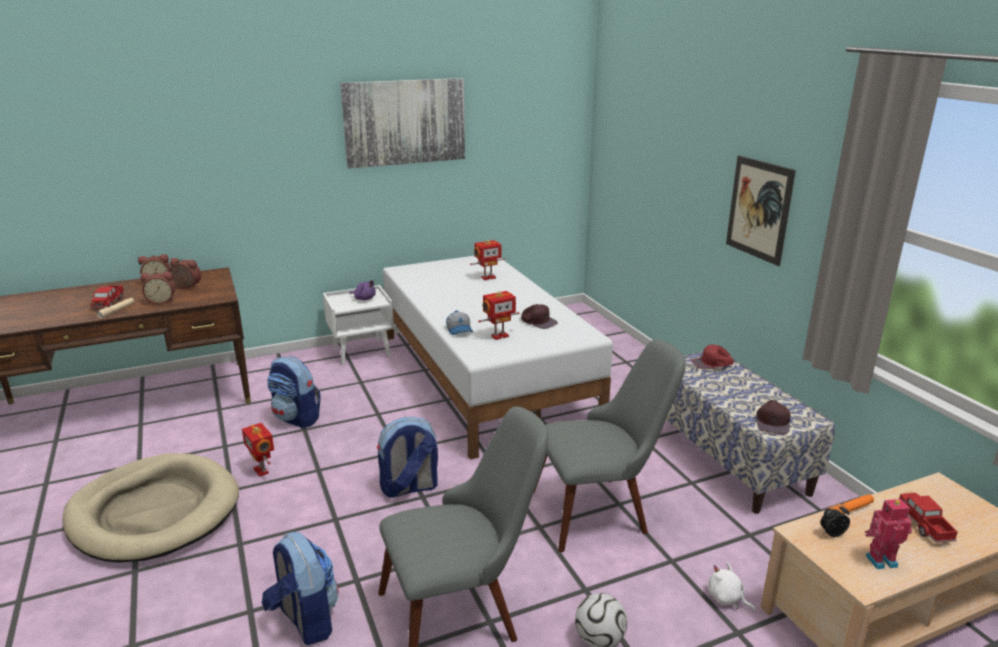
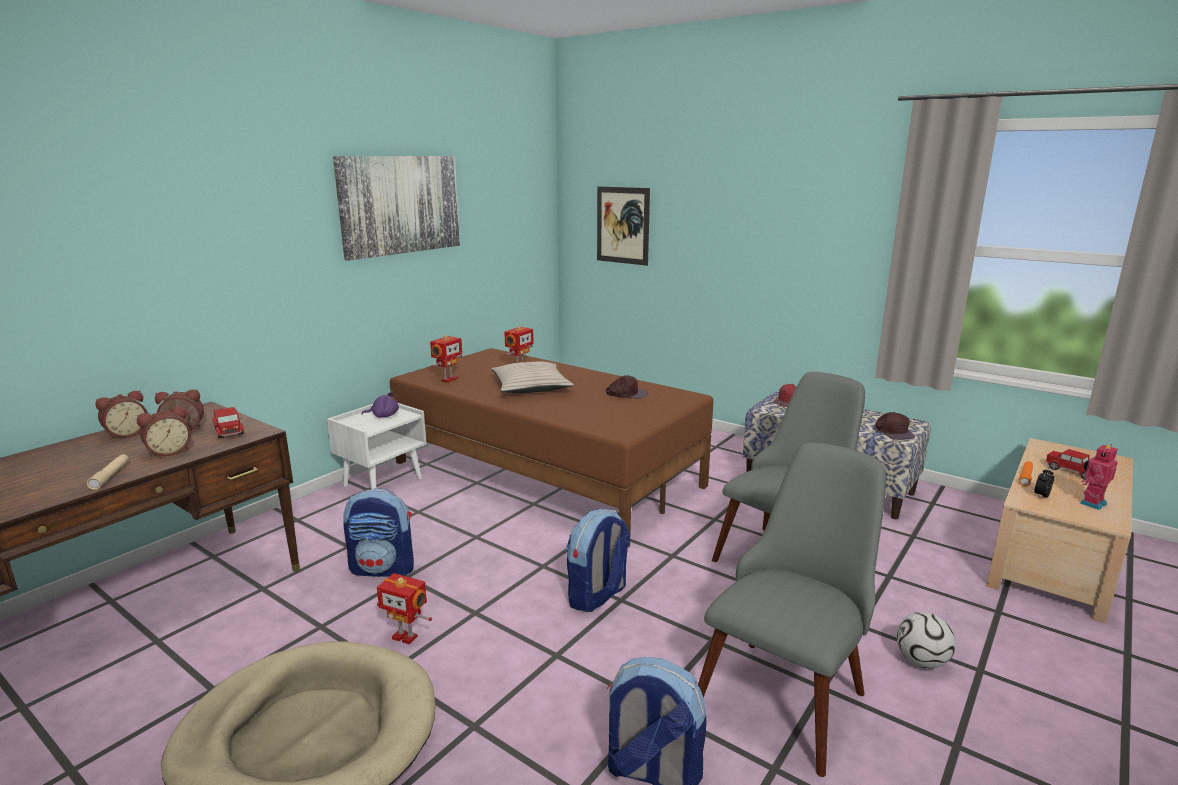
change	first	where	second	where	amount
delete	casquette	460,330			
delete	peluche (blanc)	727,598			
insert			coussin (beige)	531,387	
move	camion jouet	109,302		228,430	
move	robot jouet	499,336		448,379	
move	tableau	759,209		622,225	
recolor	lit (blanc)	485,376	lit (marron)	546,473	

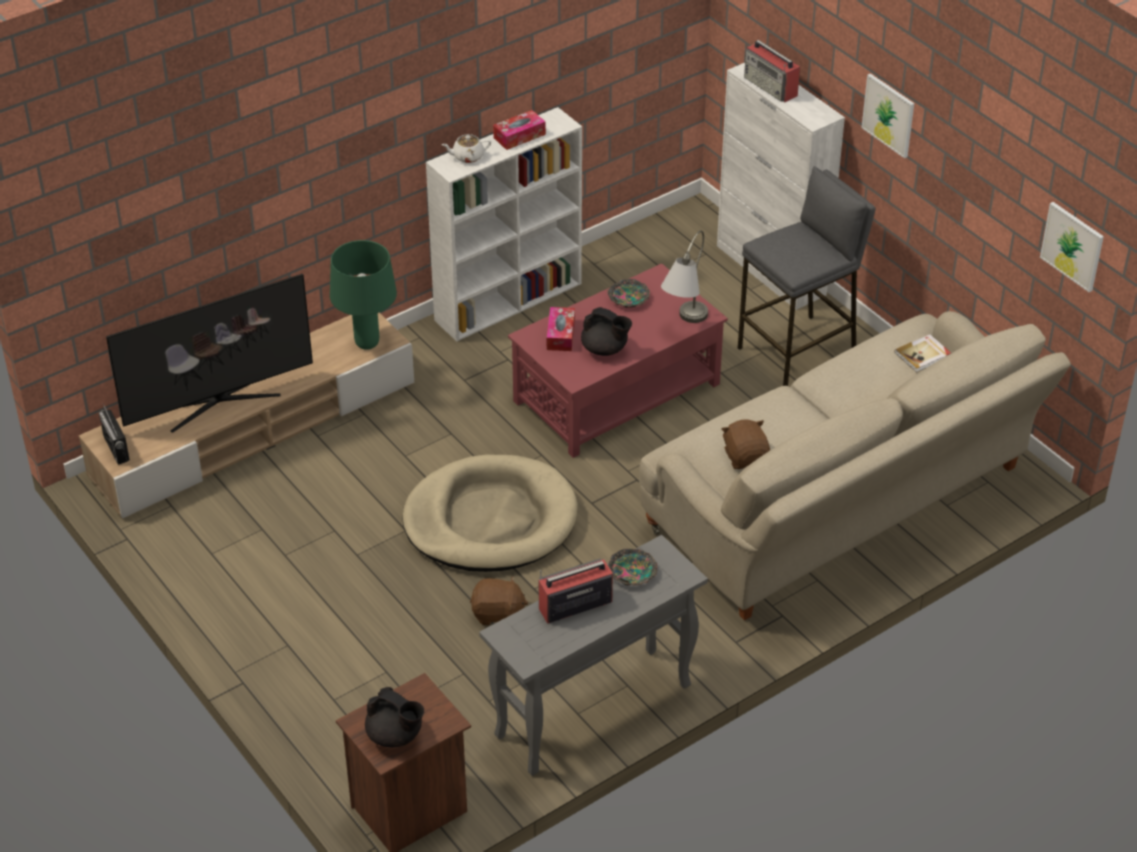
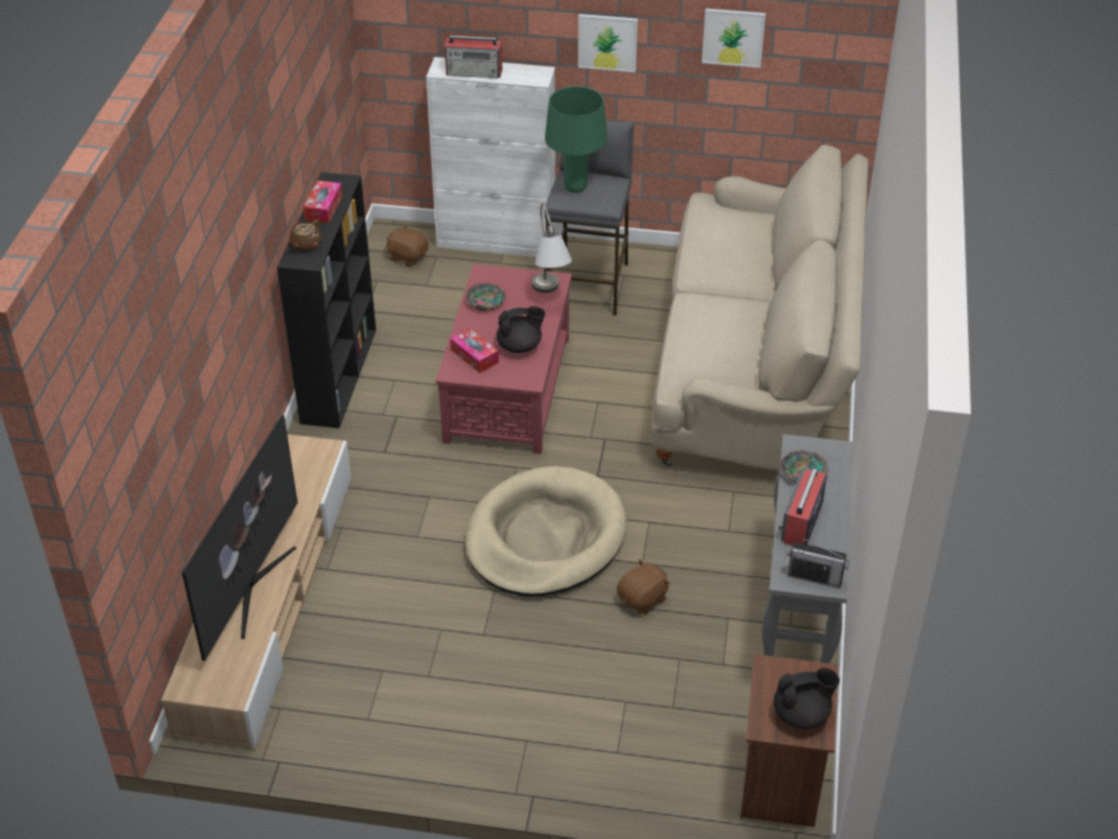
change	first	where	second	where	amount
delete	livre	923,355			
move	radio	116,448		815,577	
move	lampe de table (vert)	366,343		575,188	
move	peluche (marron)	746,457		407,257	
move	tableau	1072,246		733,37	
recolor	bibliothèque (blanc)	509,301	bibliothèque (noir)	339,374	
recolor	théière (blanc)	467,156	théière (marron)	305,245	

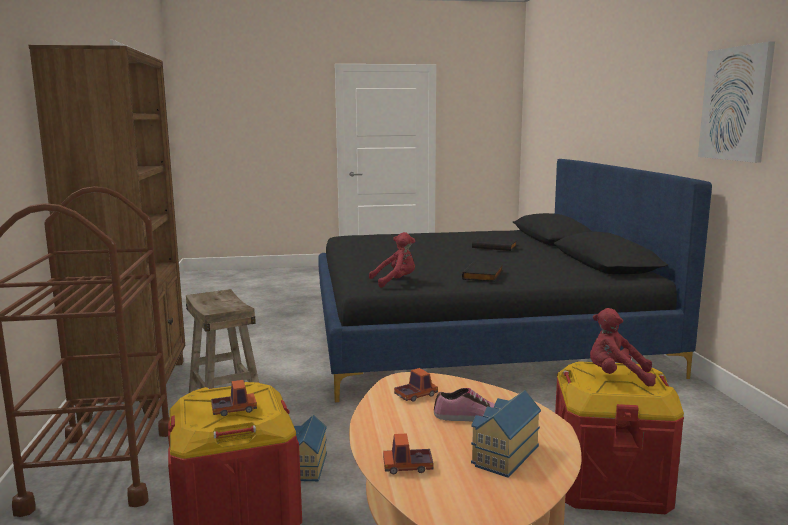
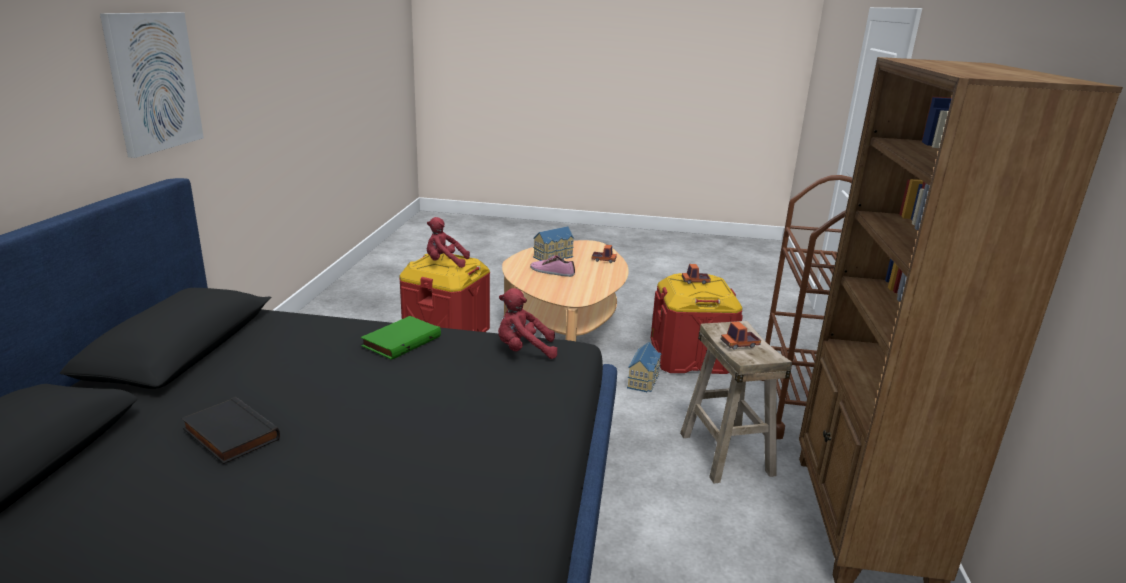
change	first	where	second	where	amount
move	camion jouet	416,395		739,344	
recolor	livre (noir)	484,275	livre (vert)	400,340	
rotate	peluche (rouge)	617,377		445,263	150 degrees clockwise

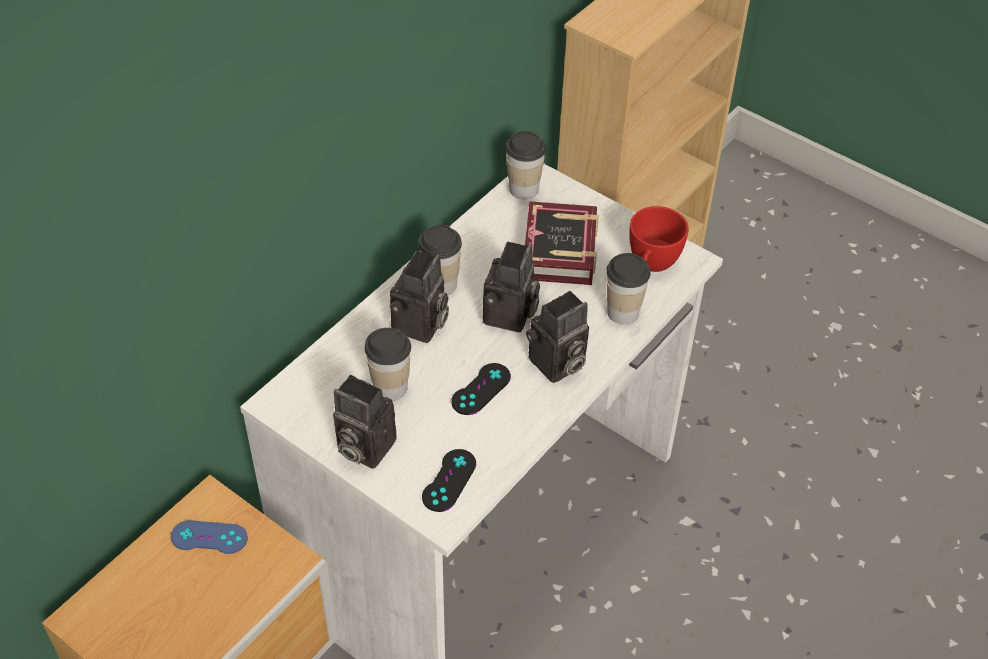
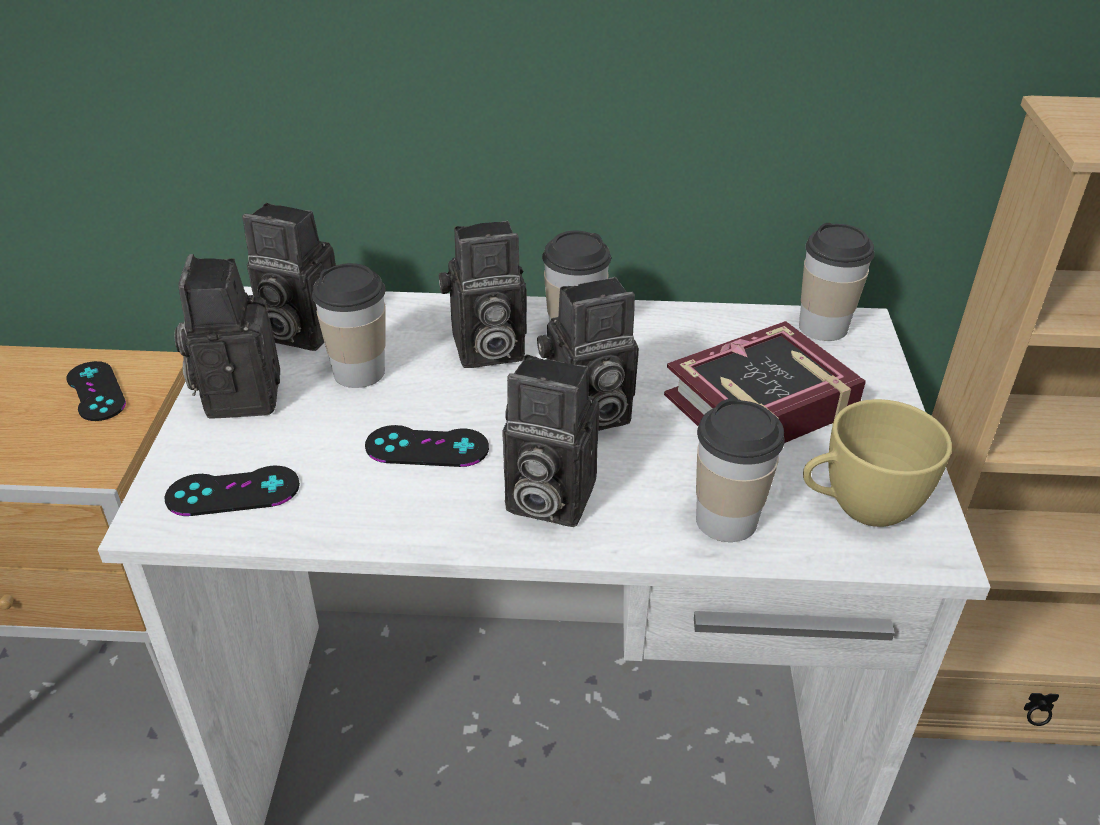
change	first	where	second	where	amount
insert			appareil photo	296,331	
recolor	manette (bleu)	209,537	manette (noir)	96,391	
recolor	tasse (rouge)	651,265	tasse (jaune)	858,507	

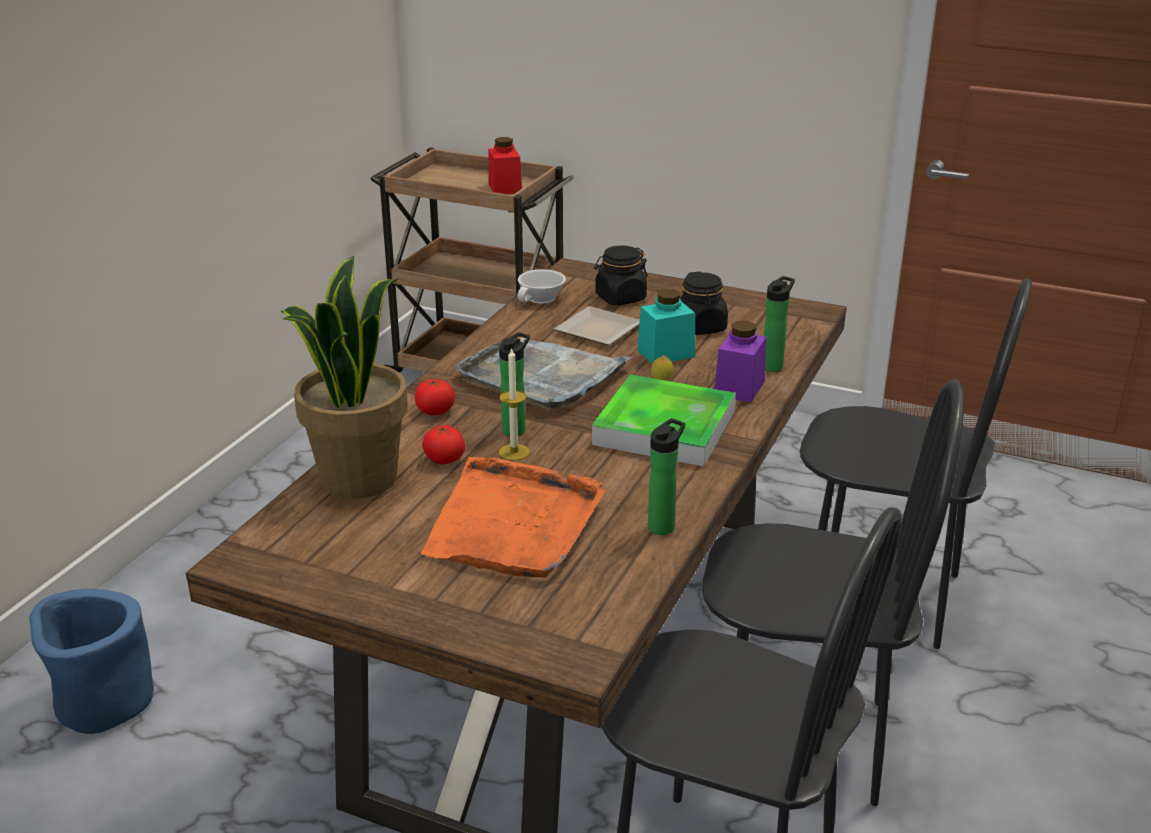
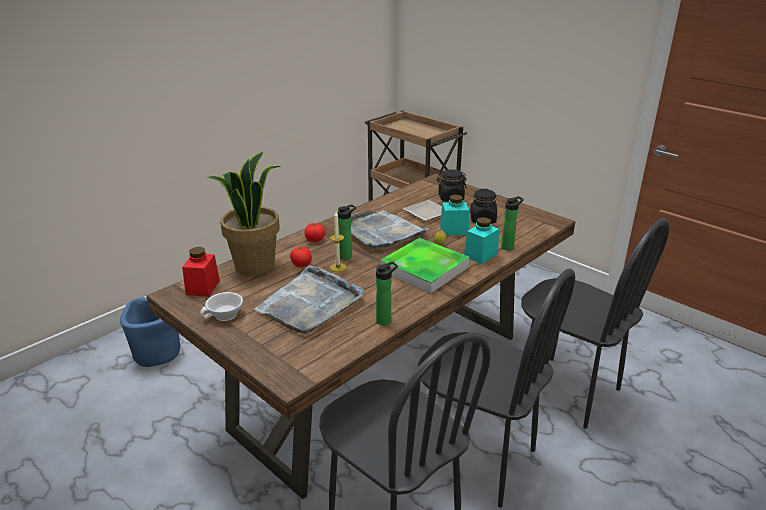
change	first	where	second	where	amount
move	bocal (rouge)	505,188		203,287	
move	tasse (blanc)	542,298		225,316	
recolor	plateau (orange)	513,524	plateau (gris)	310,303	
recolor	bocal (violet)	739,388	bocal (turquoise)	480,255	

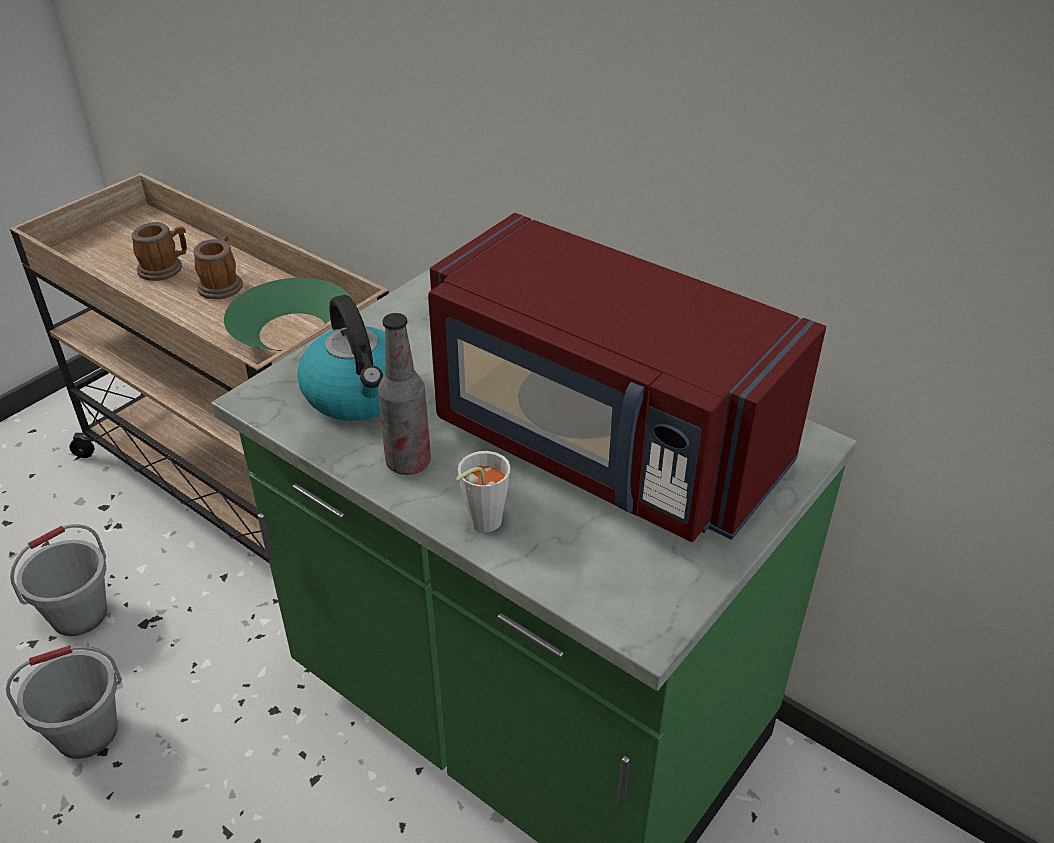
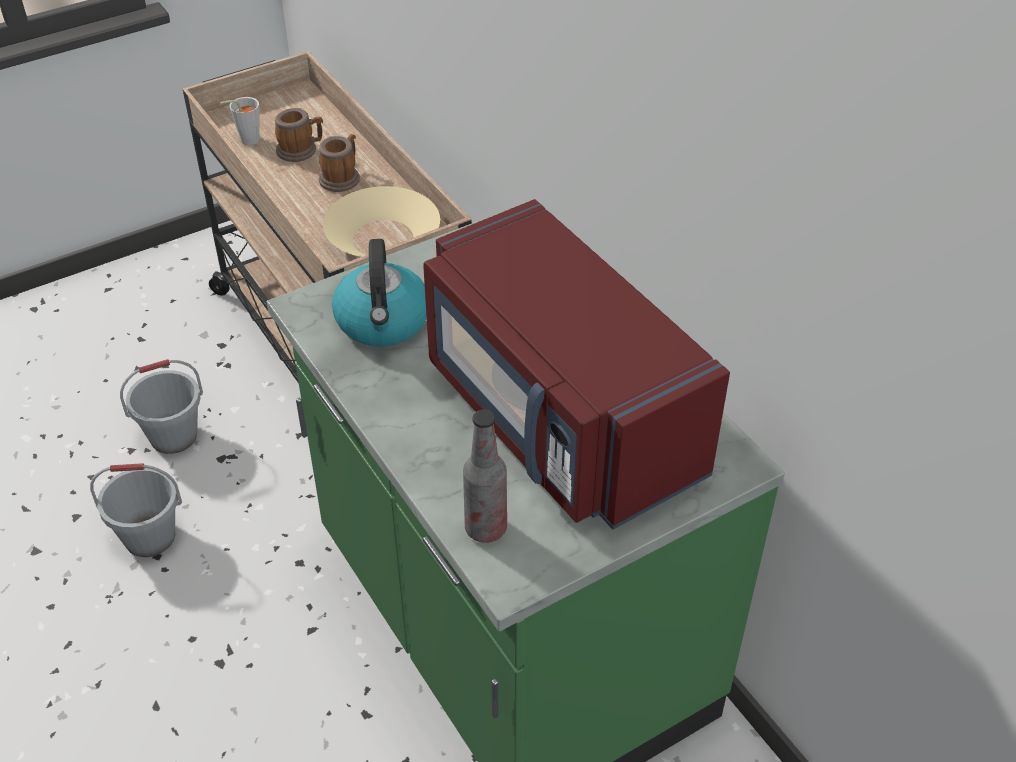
change	first	where	second	where	amount
move	bouteille	408,463		486,528	
move	tasse (gris)	480,524		245,140	
recolor	bol (vert)	293,331	bol (beige)	383,238	

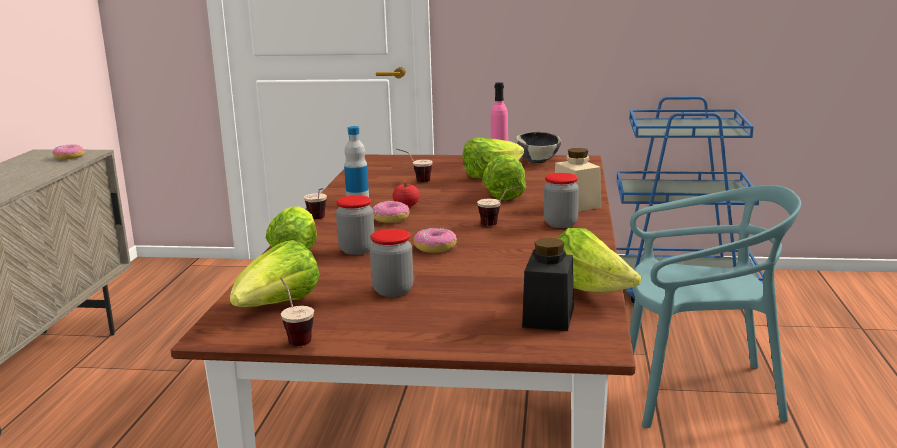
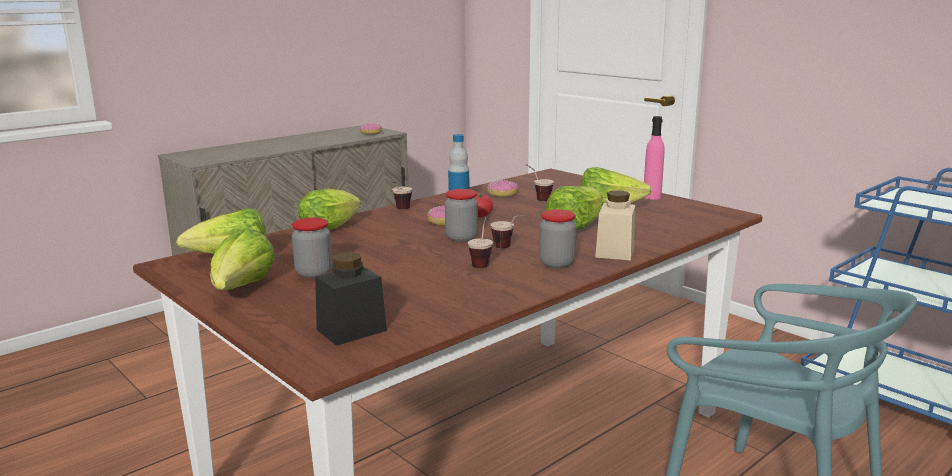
change	first	where	second	where	amount
delete	bol	538,161			
move	tasse	295,337		482,262	
move	bocal	357,250		461,238	
move	beignet	435,248		503,194	
move	laitue	590,292		242,289	

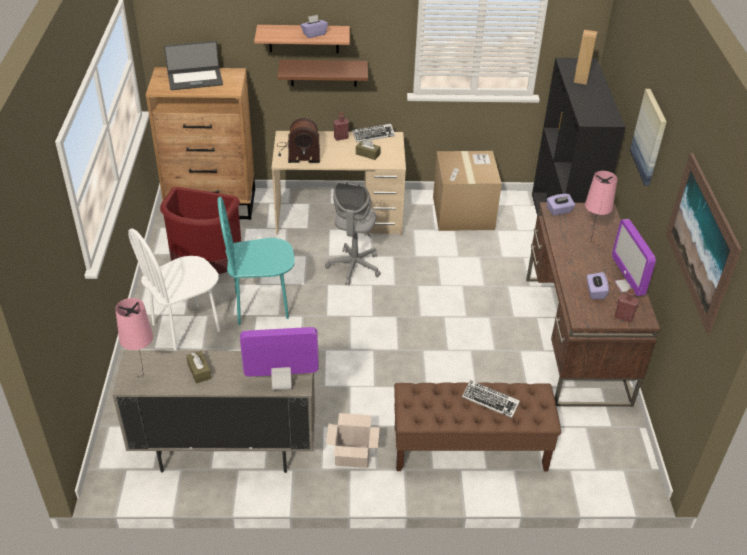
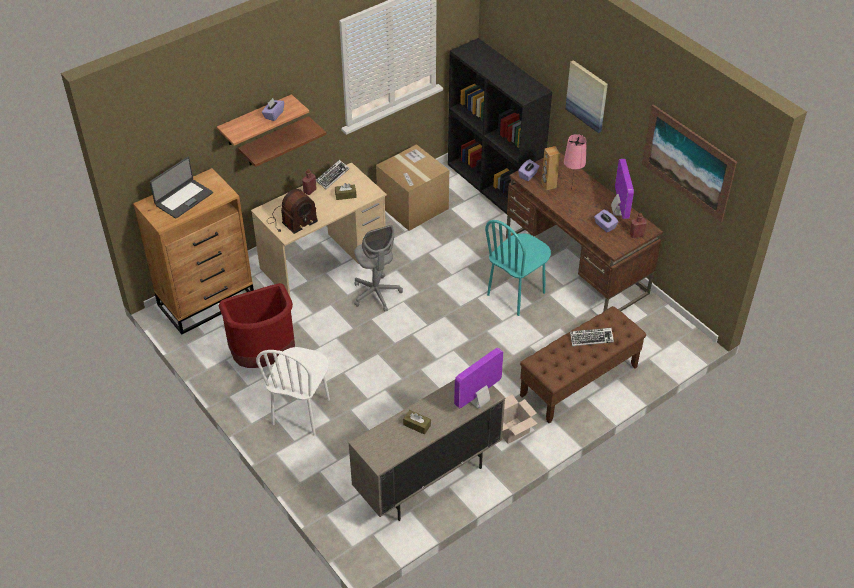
change	first	where	second	where	amount
delete	lampe de table (rose)	145,379			
move	chaise (turquoise)	261,305		516,294	
move	enceinte (marron)	580,80		548,185	
rotate	écran d'ordinateur	626,285		619,211	135 degrees counterclockwise

